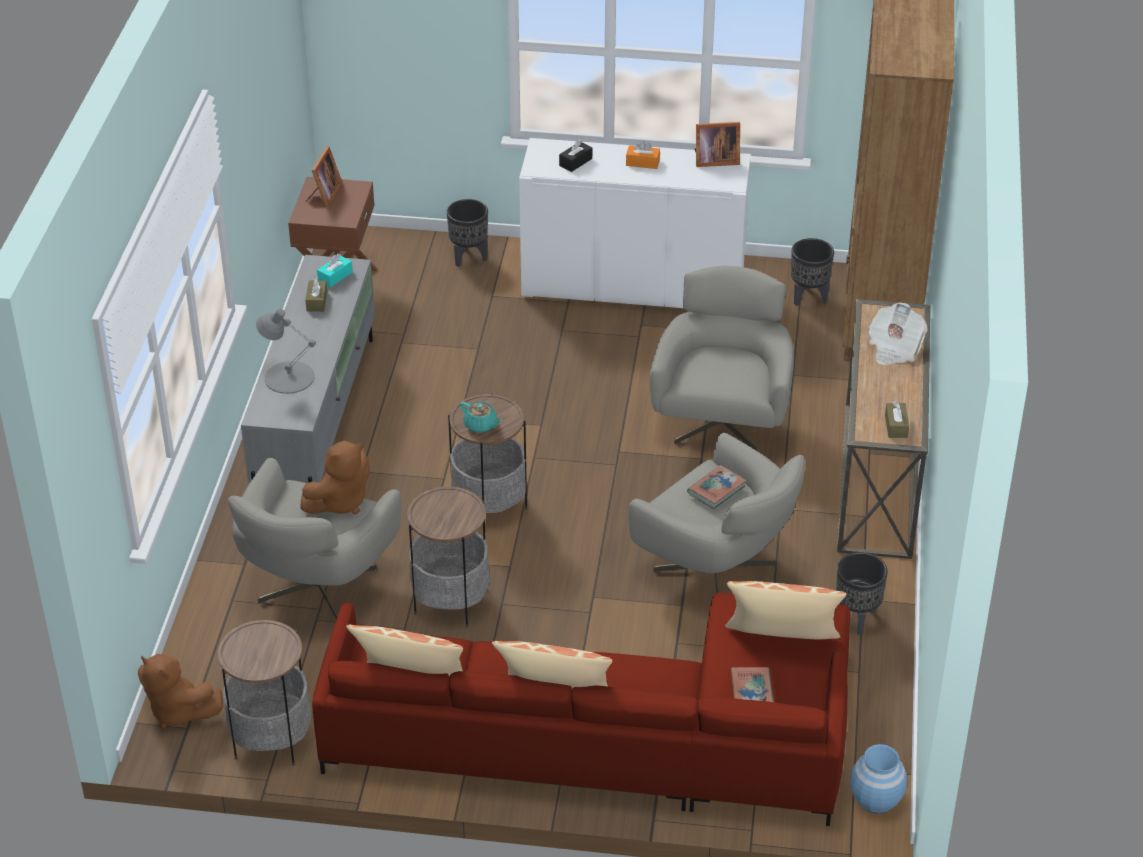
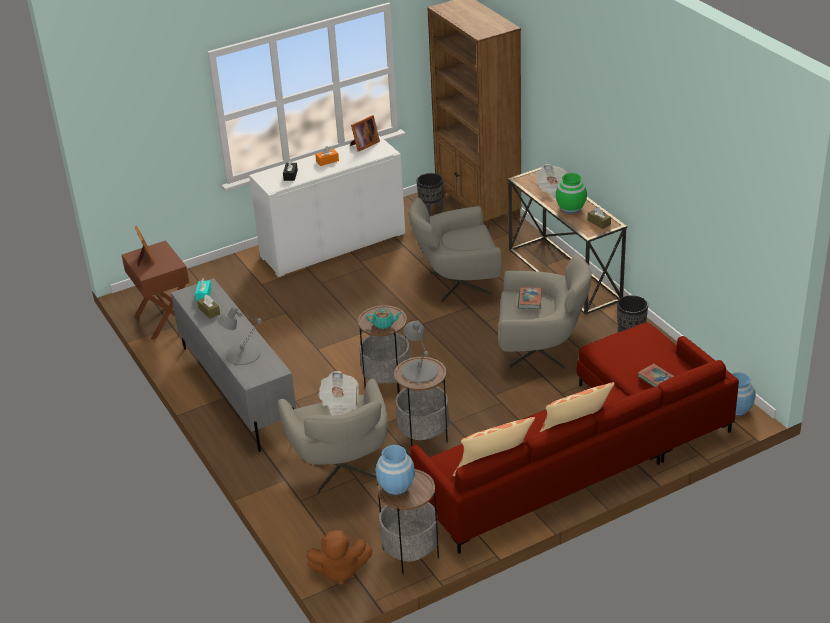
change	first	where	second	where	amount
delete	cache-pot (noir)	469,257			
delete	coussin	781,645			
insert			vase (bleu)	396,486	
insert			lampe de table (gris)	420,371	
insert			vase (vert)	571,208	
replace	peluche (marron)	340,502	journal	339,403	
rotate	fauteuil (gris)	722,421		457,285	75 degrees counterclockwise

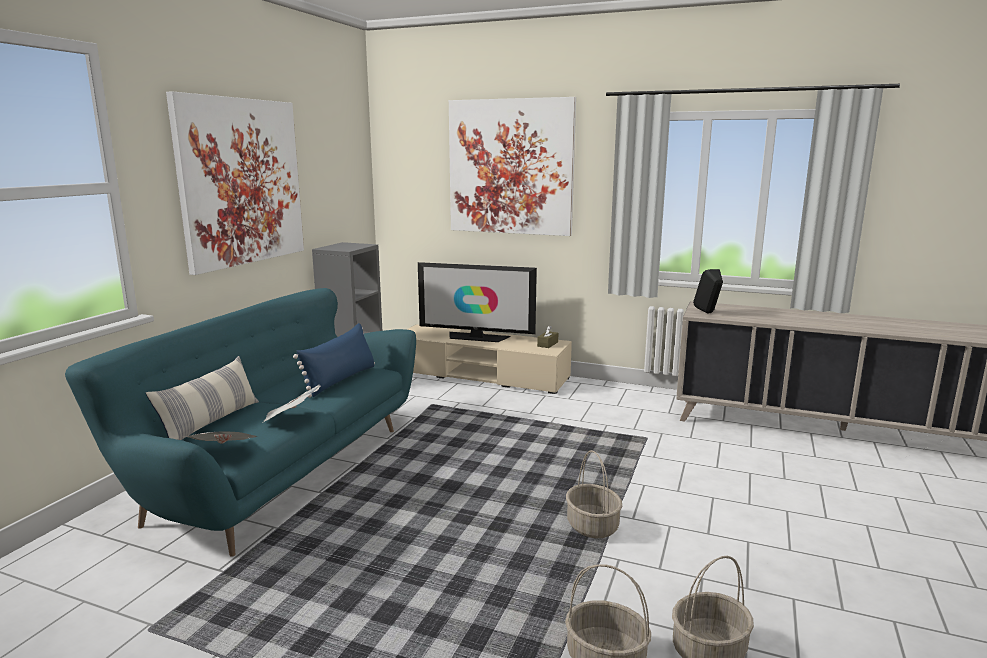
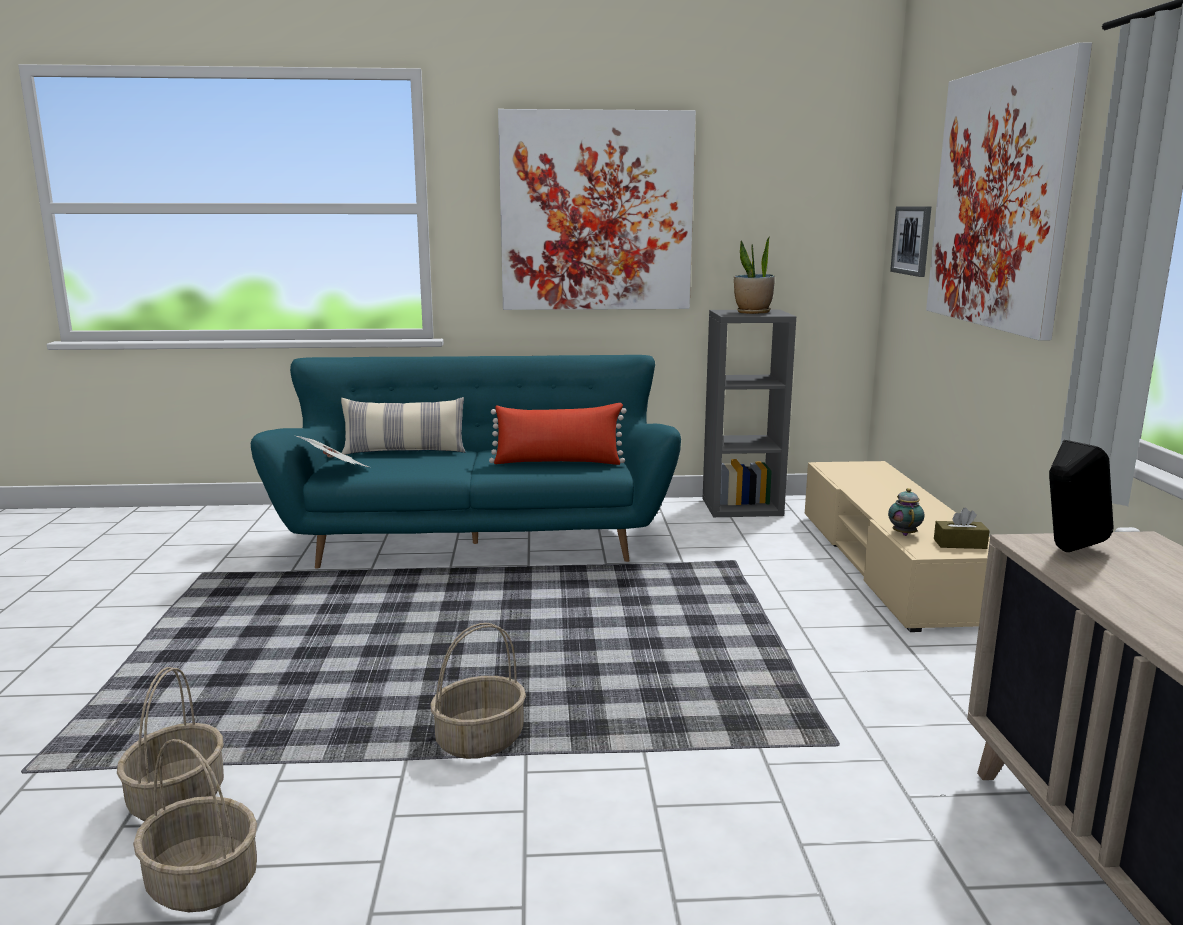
change	first	where	second	where	amount
delete	journal	291,418			
delete	téléviseur	476,337			
insert			plante en pot	753,312	
insert			théière	904,533	
insert			tableau	912,240	
recolor	coussin (bleu)	340,380	coussin (rouge)	558,462	

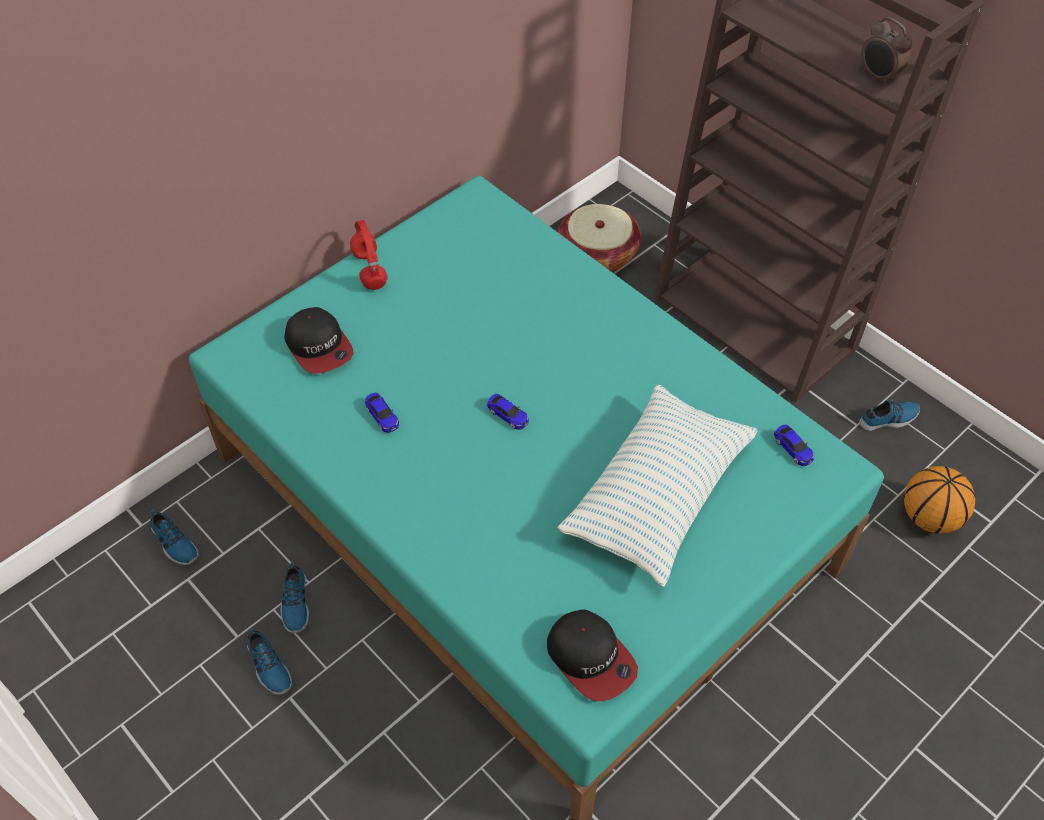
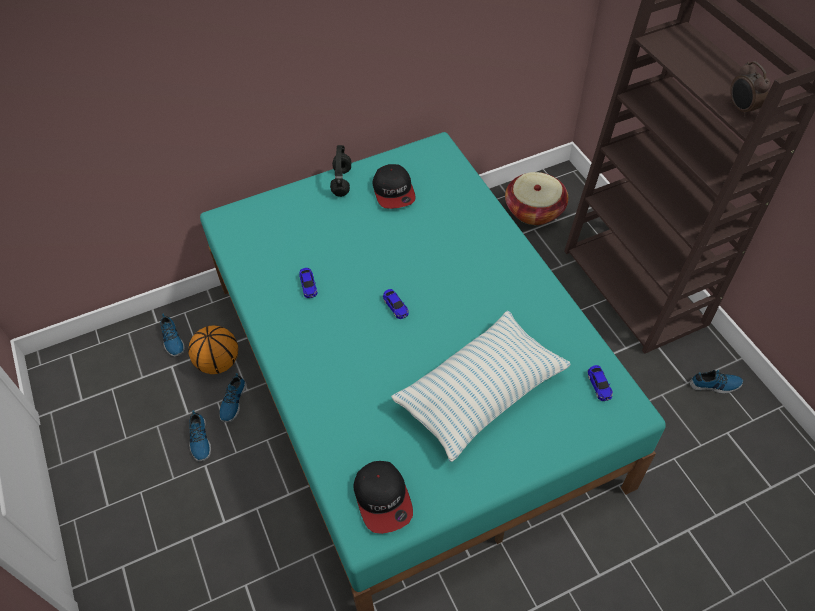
change	first	where	second	where	amount
move	casquette	319,346		394,192	
move	ballon de basket	930,517		219,363	
recolor	casque audio (rouge)	369,269	casque audio (noir)	341,181	

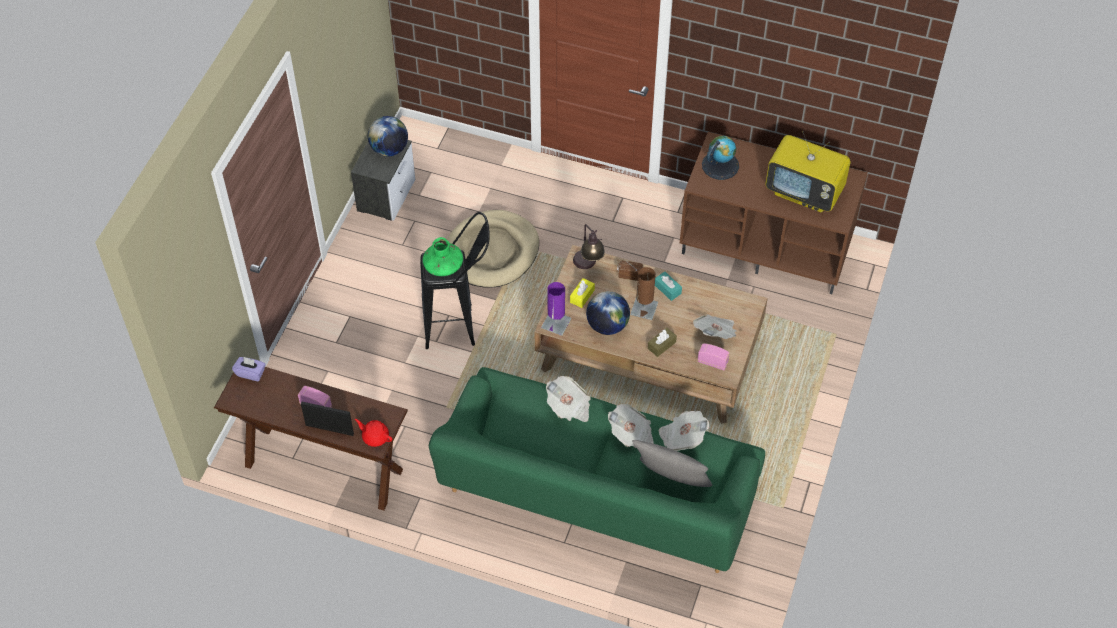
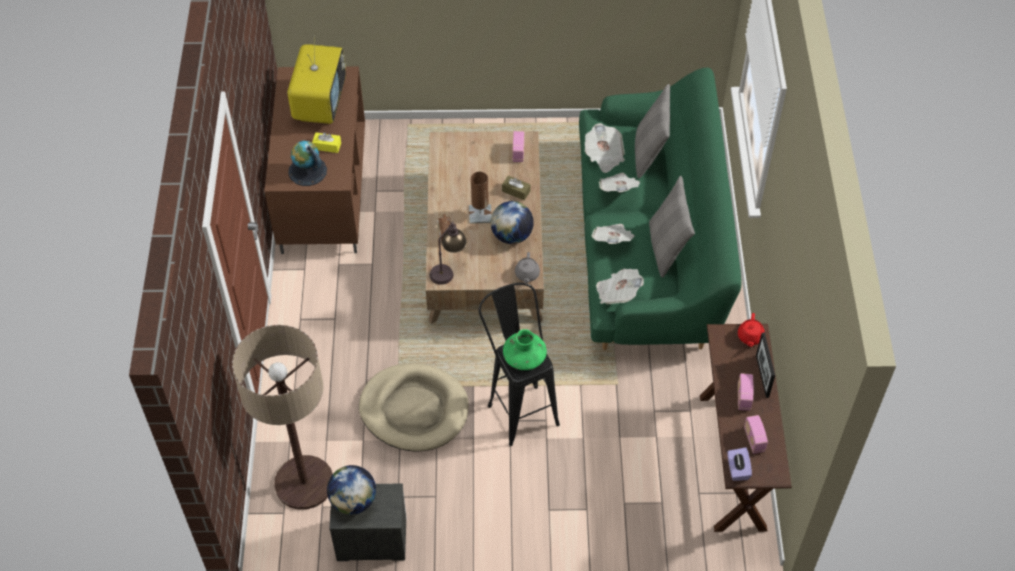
change	first	where	second	where	amount
delete	boîte à mouchoirs (turquoise)	667,289			
insert			lampadaire	304,483	
insert			coussin (gris)	666,248	
insert			radio	754,440	
move	boîte à mouchoirs (jaune)	582,296		327,146	
move	journal	716,333		617,293	
replace	lampe de table (violet)	556,323	théière (gris)	527,274	

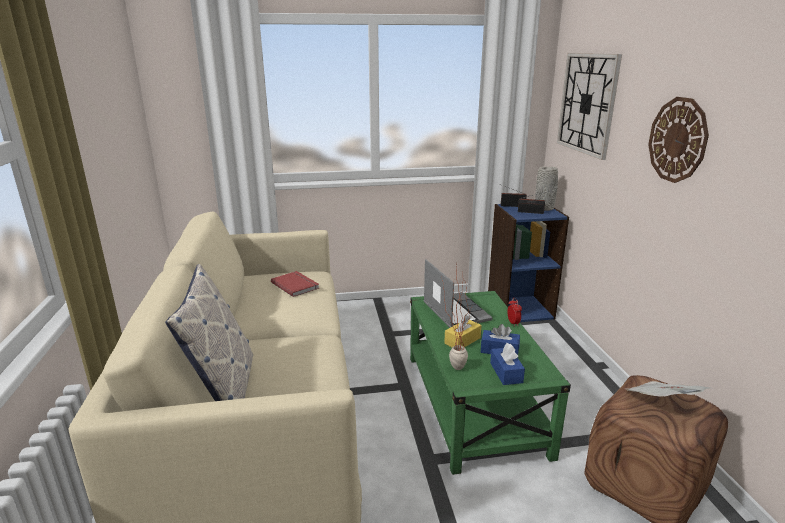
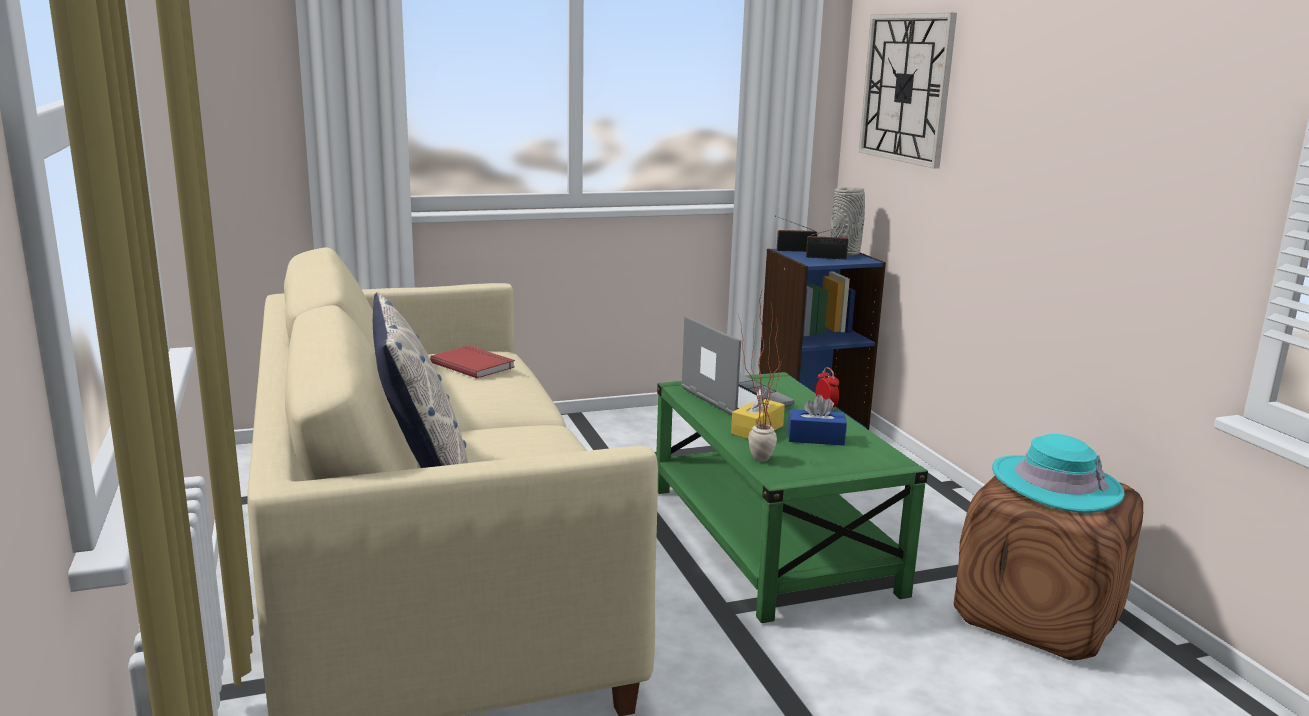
change	first	where	second	where	amount
delete	boîte à mouchoirs (bleu)	506,372			
delete	horloge murale	677,140			
replace	journal	661,404	chapeau (turquoise)	1055,485	

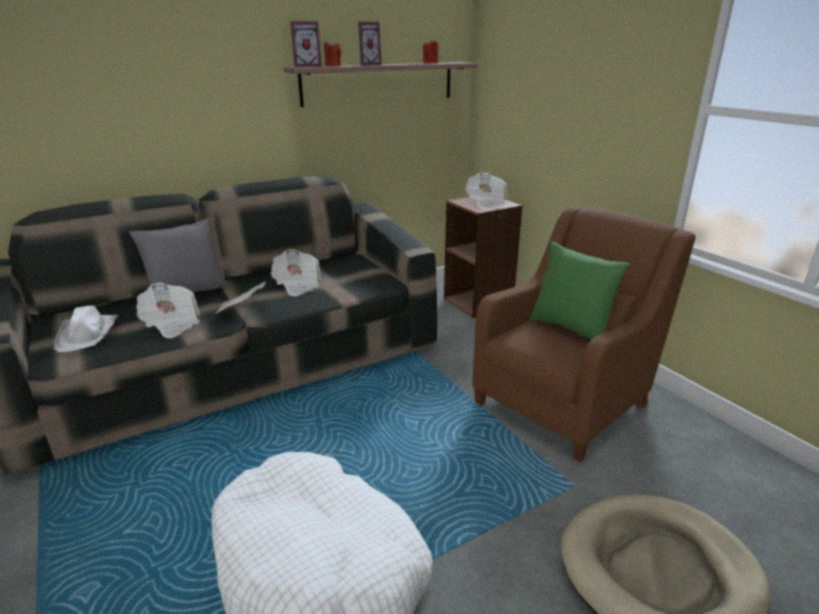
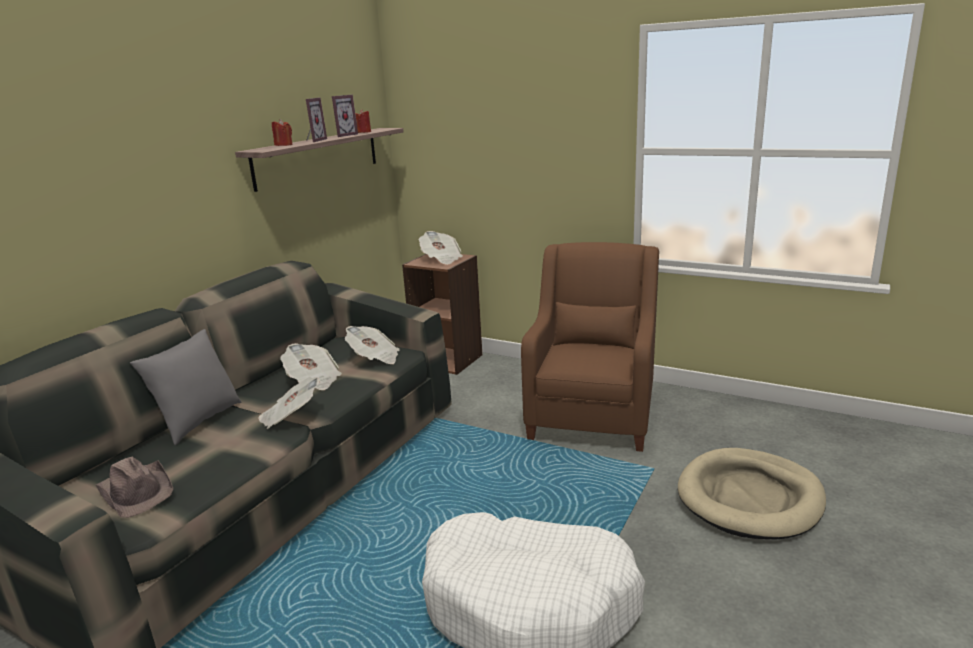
change	first	where	second	where	amount
delete	coussin (vert)	571,328			
move	journal	171,324		374,358	
move	cadre photo	306,66		343,135	
recolor	chapeau (blanc)	89,334	chapeau (marron)	137,491	

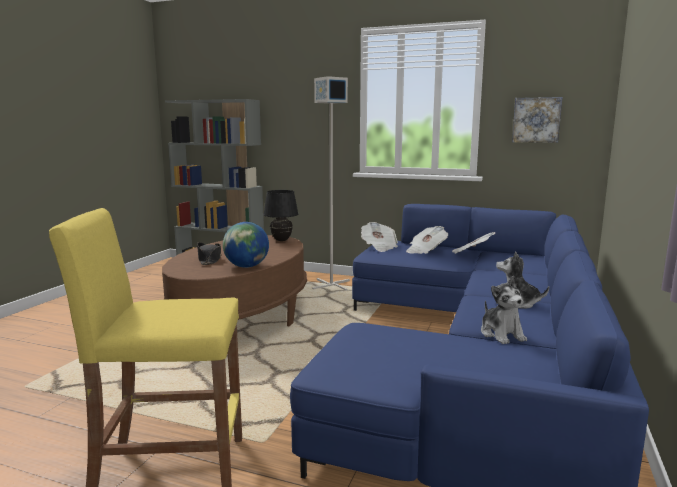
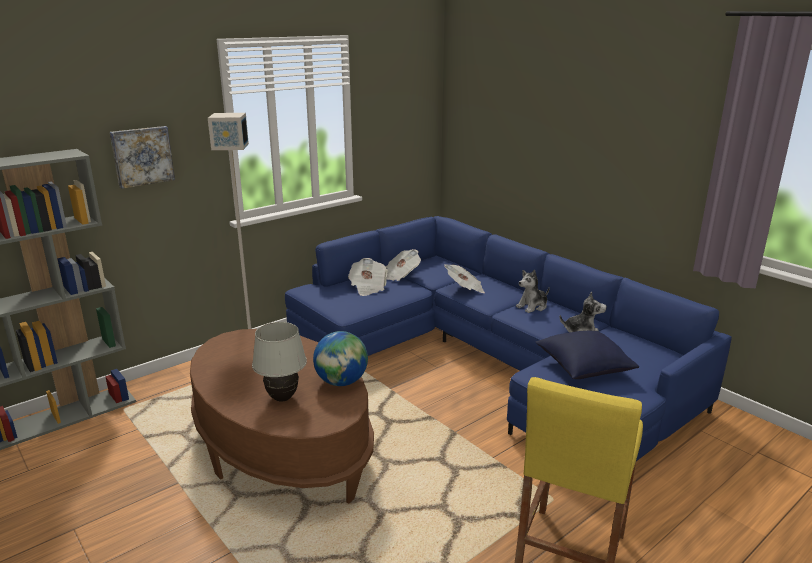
change	first	where	second	where	amount
delete	lampe de table (noir)	281,240			
insert			coussin (bleu)	583,368	
move	journal	379,247		465,289	
move	tableau	536,120		142,156	
replace	chapeau (noir)	209,260	lampe de table (blanc)	283,398	

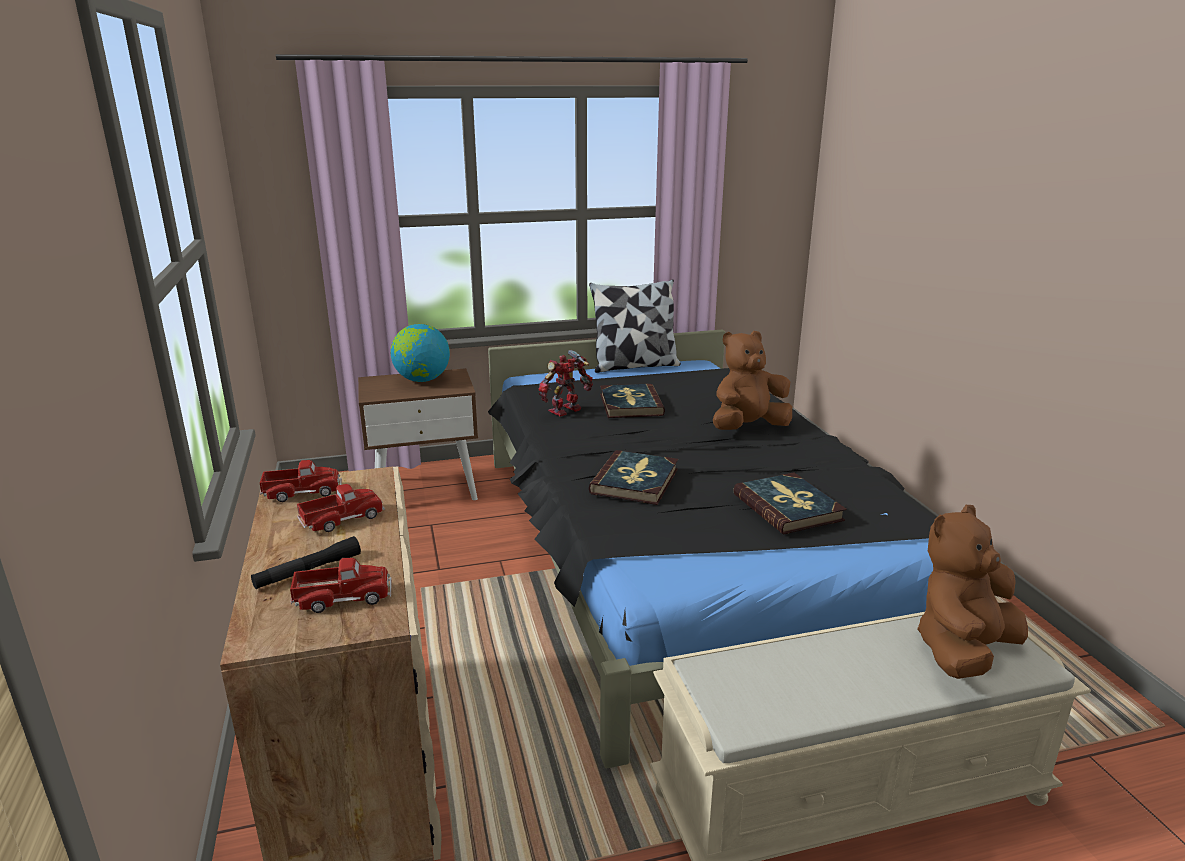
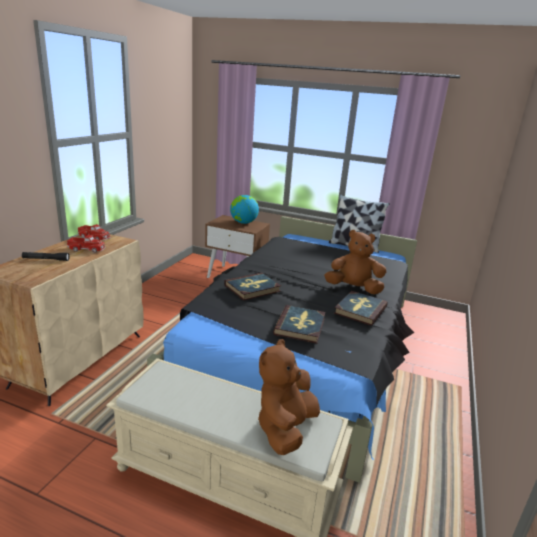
change	first	where	second	where	amount
delete	camion jouet	343,597			
delete	robot jouet	566,411			
move	livre	630,404		360,310	
rotate	peluche (marron)	962,651		285,428	60 degrees counterclockwise

